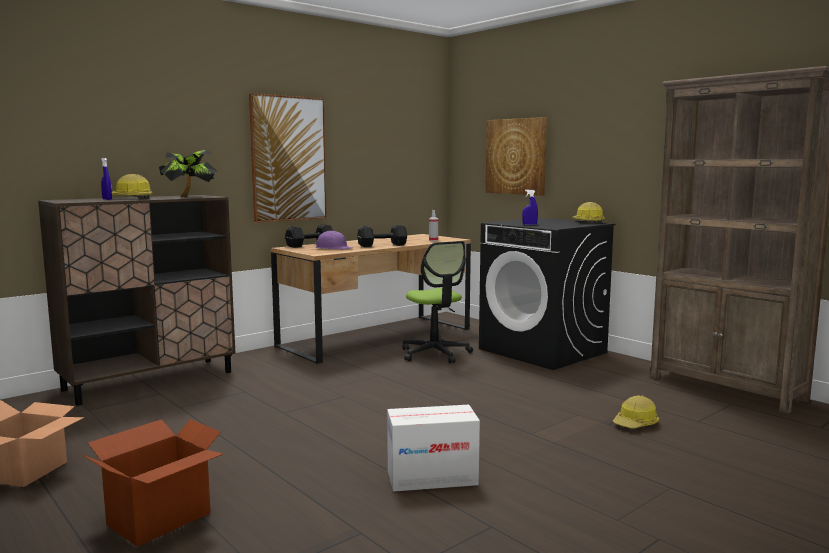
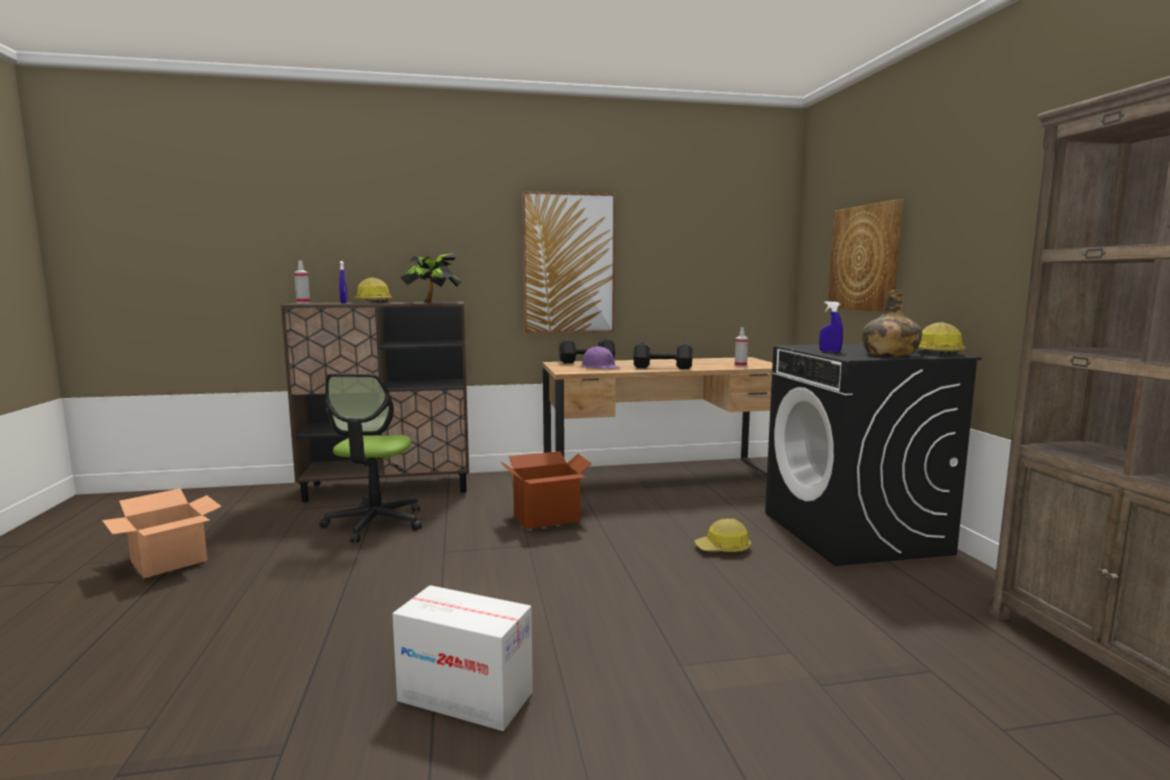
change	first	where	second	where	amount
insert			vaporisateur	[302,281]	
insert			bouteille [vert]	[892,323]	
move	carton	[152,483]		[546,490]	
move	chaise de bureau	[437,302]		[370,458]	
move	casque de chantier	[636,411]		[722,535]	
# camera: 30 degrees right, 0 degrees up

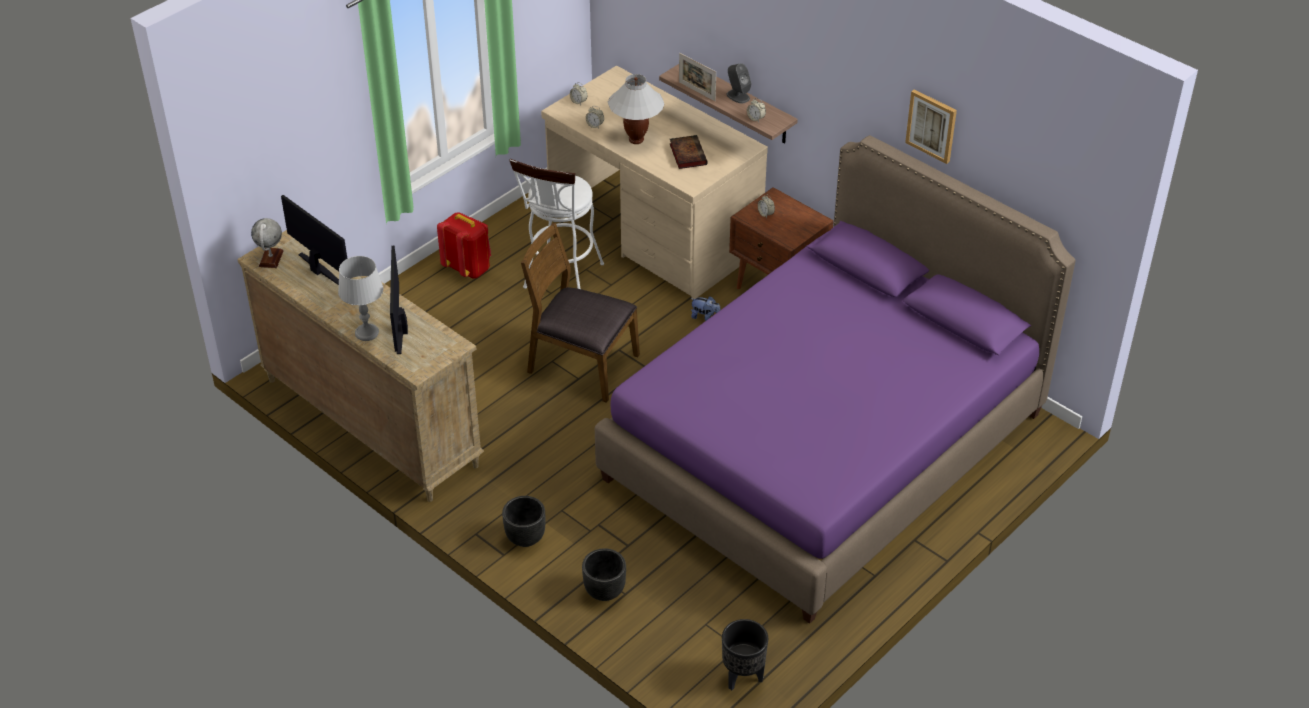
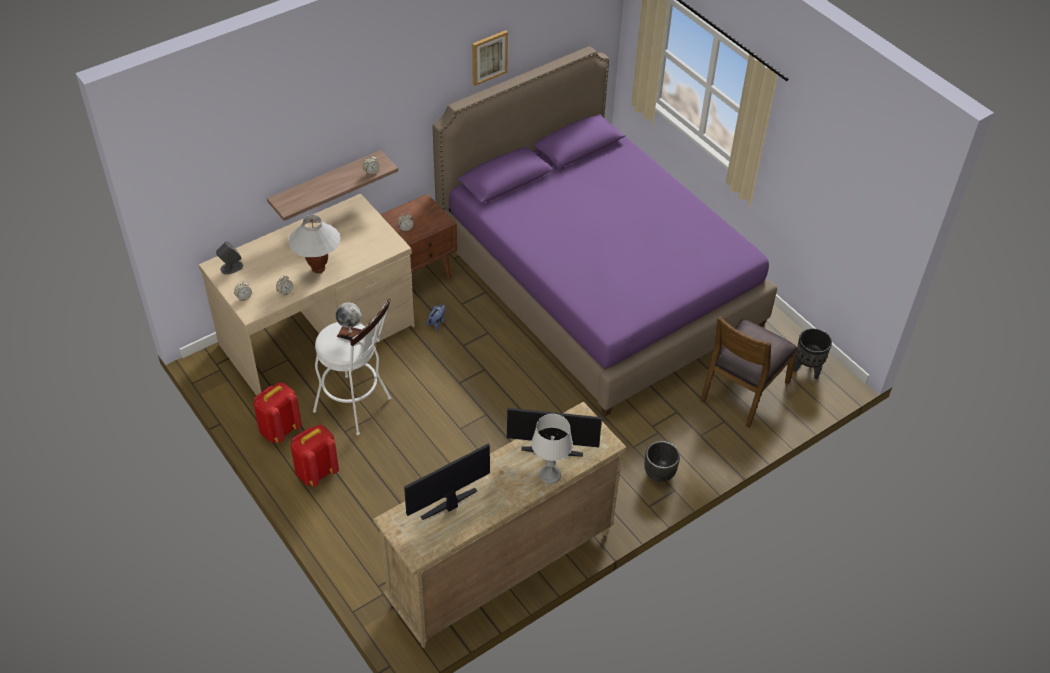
change	first	where	second	where	amount
delete	cache-pot [noir]	[604,574]			
delete	livre	[689,152]			
delete	cadre photo	[697,77]			
insert			sac à dos [rouge]	[277,412]	
move	globe	[267,243]		[349,321]	
move	chaise [marron]	[580,313]		[750,371]	
move	enceinte [gris]	[738,83]		[229,258]	
# camera: 80 degrees left, 5 degrees up

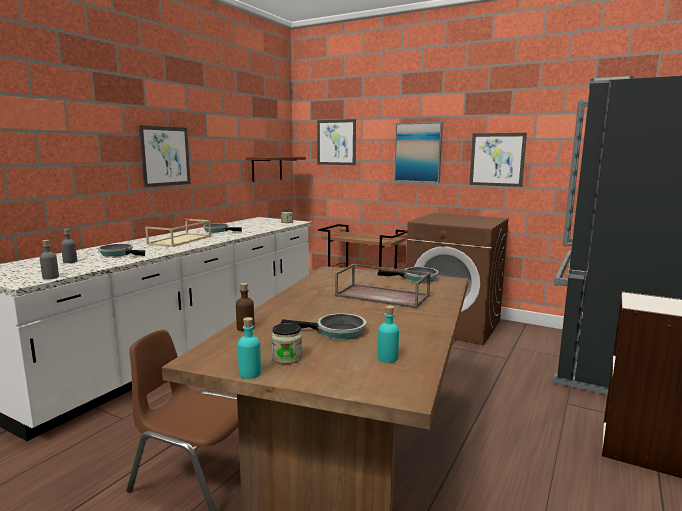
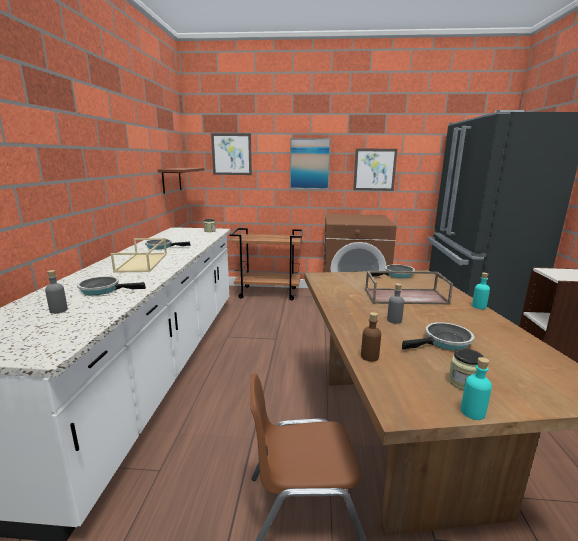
change	first	where	second	where	amount
delete	tableau	[164,156]			
move	bouteille [gris]	[49,260]		[395,303]	
move	bouteille [turquoise]	[388,334]		[481,291]	
# camera: 25 degrees left, 5 degrees up

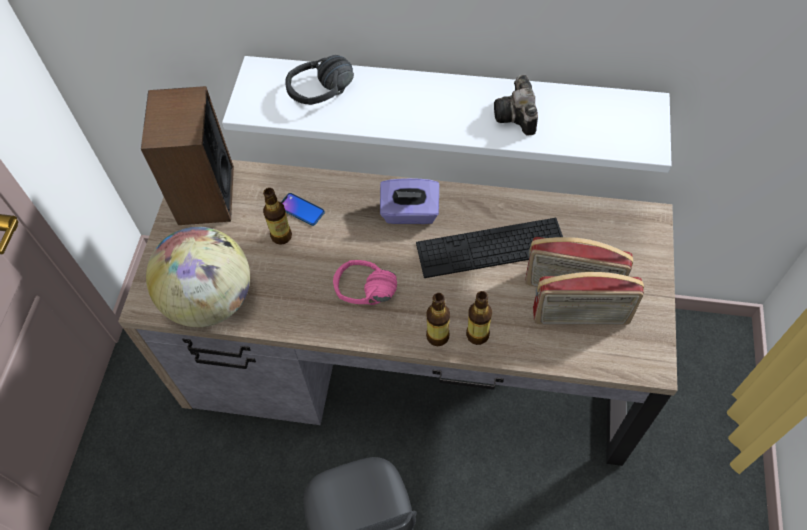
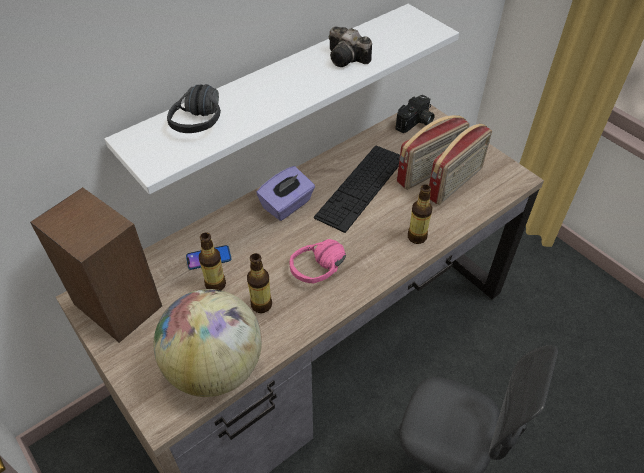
change	first	where	second	where	amount
insert			appareil photo	[415,114]	
move	bouteille	[438,319]		[259,283]	
# camera: 50 degrees left, 10 degrees down

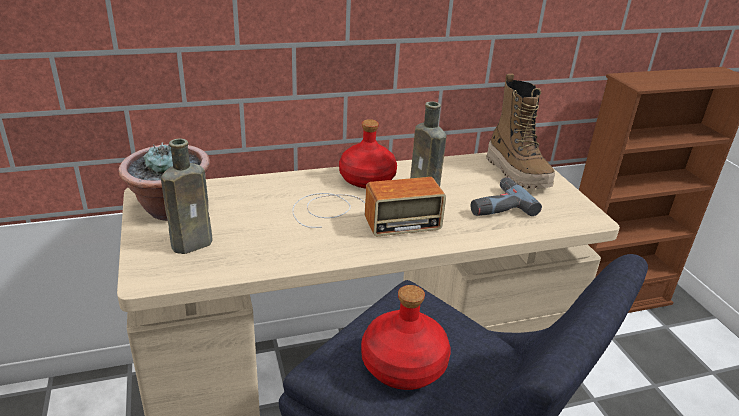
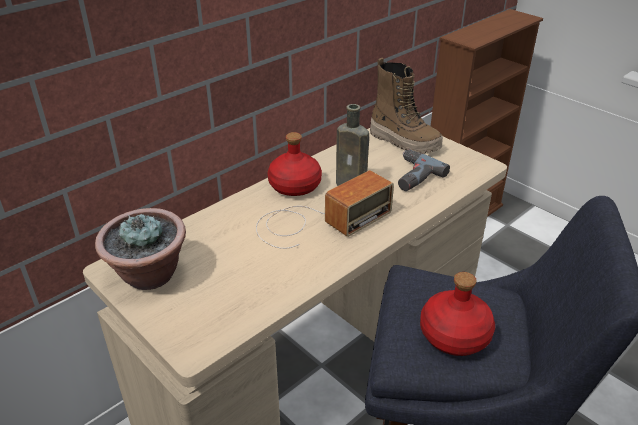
change	first	where	second	where	amount
delete	bouteille [marron]	[186,196]			
# camera: 25 degrees left, 5 degrees up

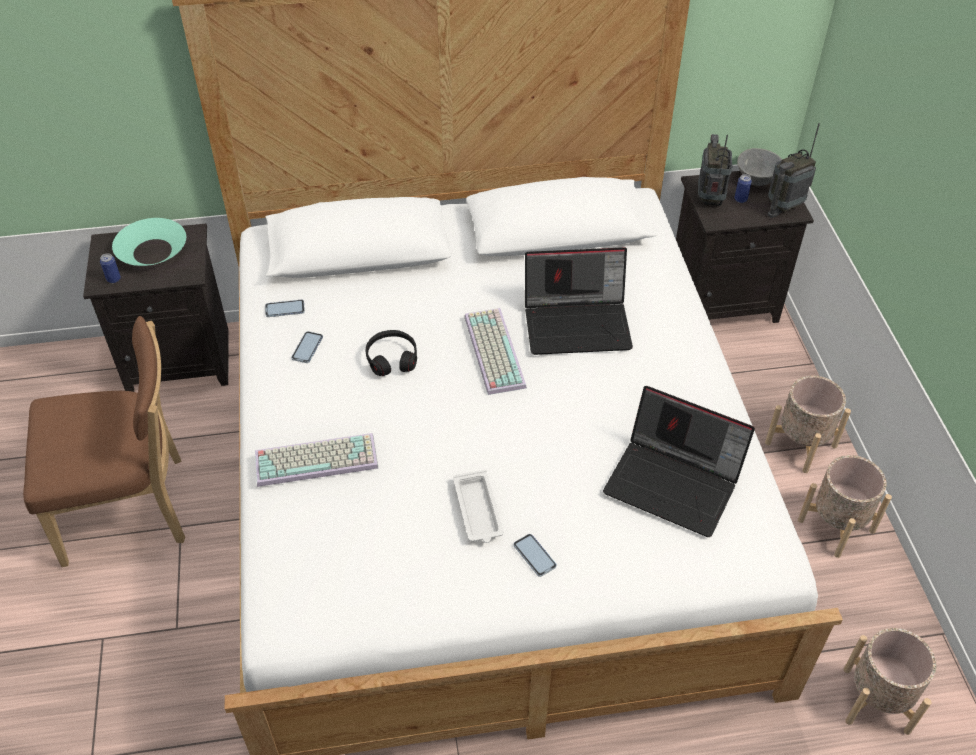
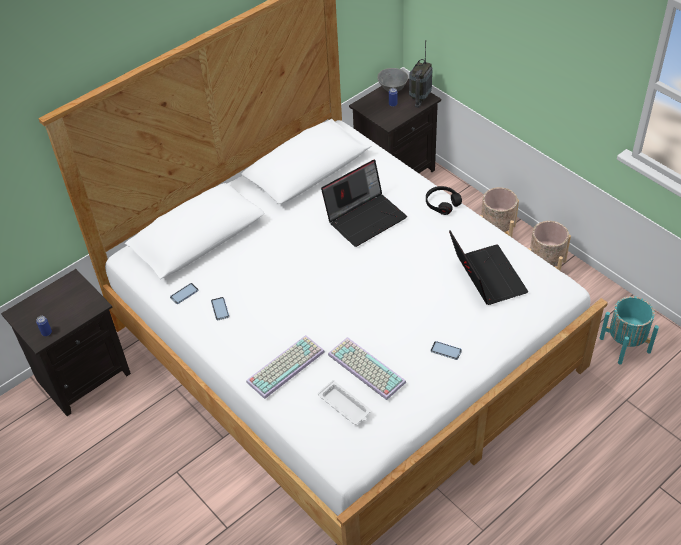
change	first	where	second	where	amount
delete	chaise [marron]	[104,441]			
delete	bol [turquoise]	[149,242]			
delete	radio	[715,170]			
move	casque audio [noir]	[391,353]		[444,200]	
move	plateau [blanc]	[478,506]		[344,402]	
move	clavier	[495,351]		[367,368]	
recolor	cache-pot [beige]	[890,681]	cache-pot [turquoise]	[629,330]	
rotate	ordinateur portable	[679,461]		[488,267]	105 degrees counterclockwise
# camera: 30 degrees left, 0 degrees up

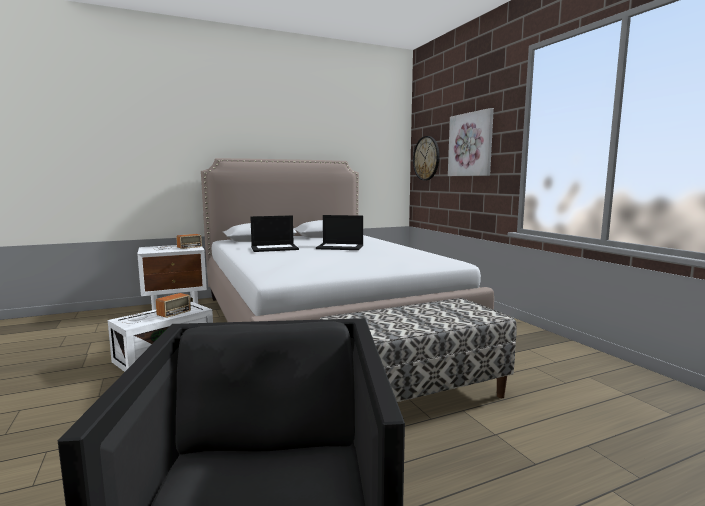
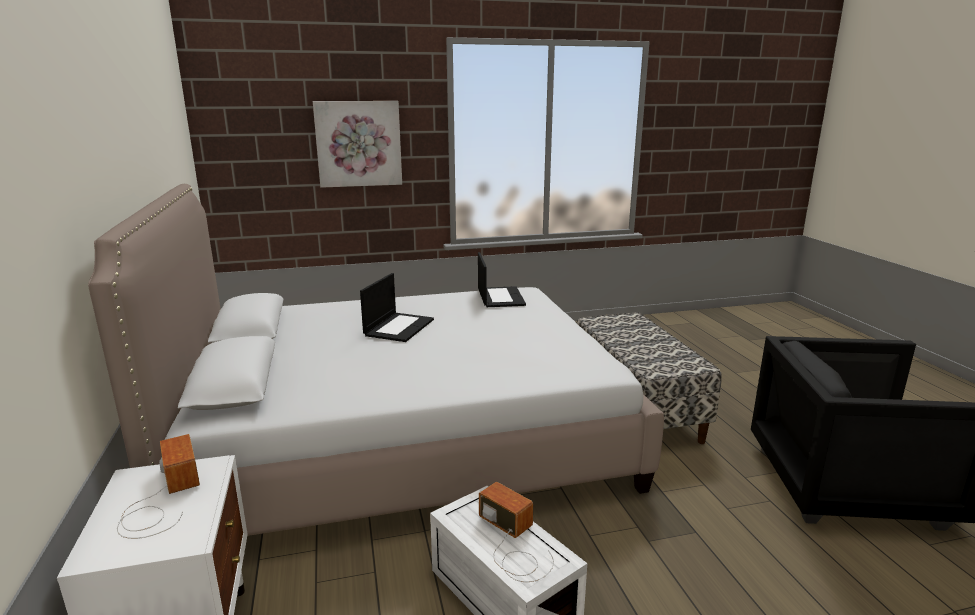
change	first	where	second	where	amount
delete	horloge murale	[426,158]			
move	ordinateur portable	[274,233]		[502,279]	
# camera: 80 degrees left, 10 degrees up

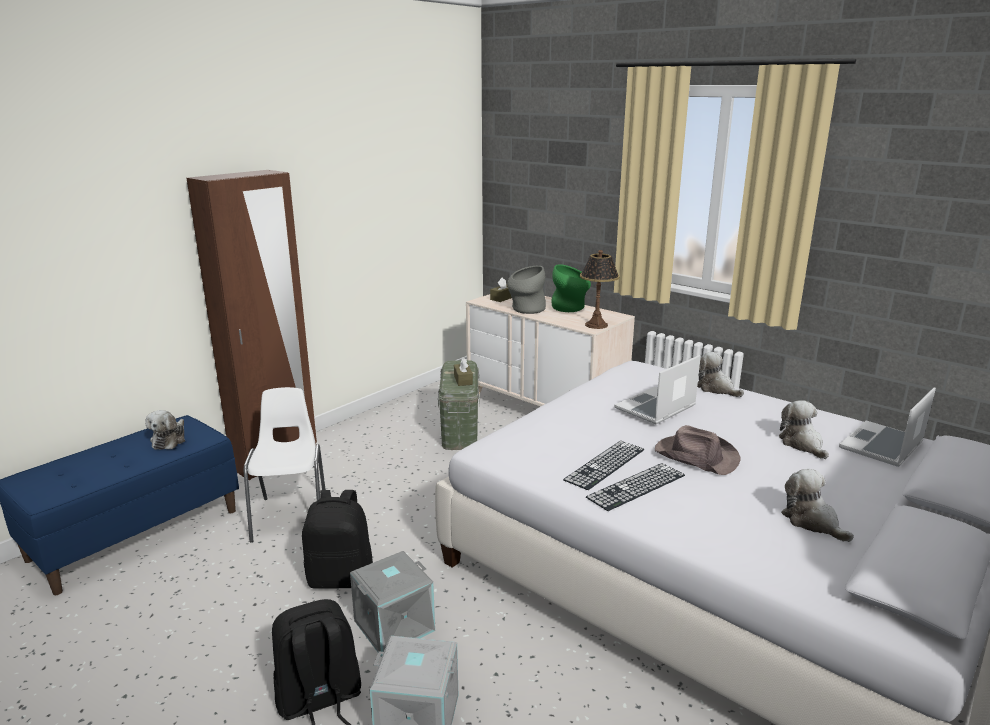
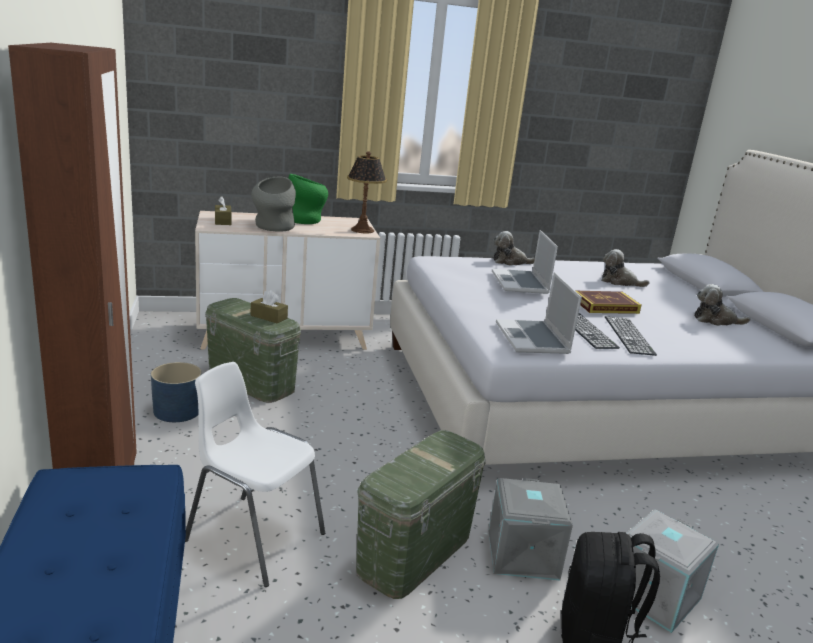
change	first	where	second	where	amount
delete	peluche	[165,430]			
insert			cache-pot [bleu]	[176,392]	
move	ordinateur portable	[887,427]		[539,313]	
replace	sac à dos [noir]	[337,539]	boîte de rangement [vert]	[421,514]	
replace	chapeau [marron]	[698,450]	livre	[609,302]	
# camera: 55 degrees left, 0 degrees up

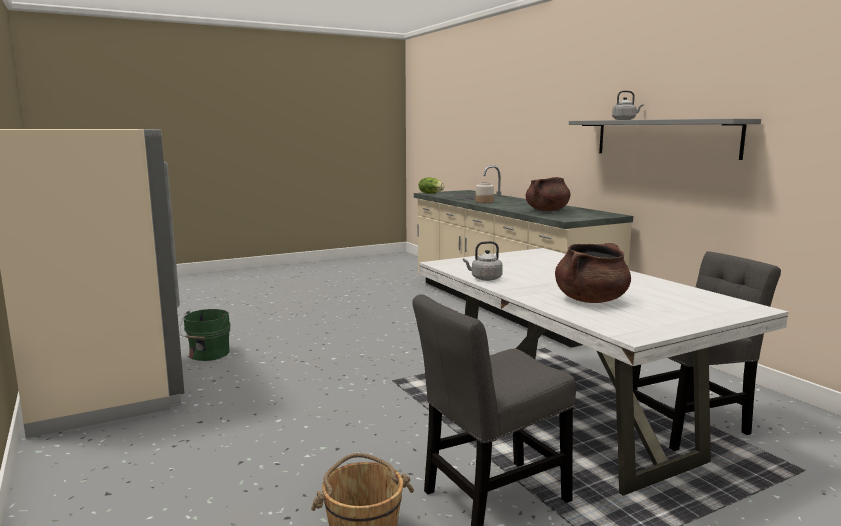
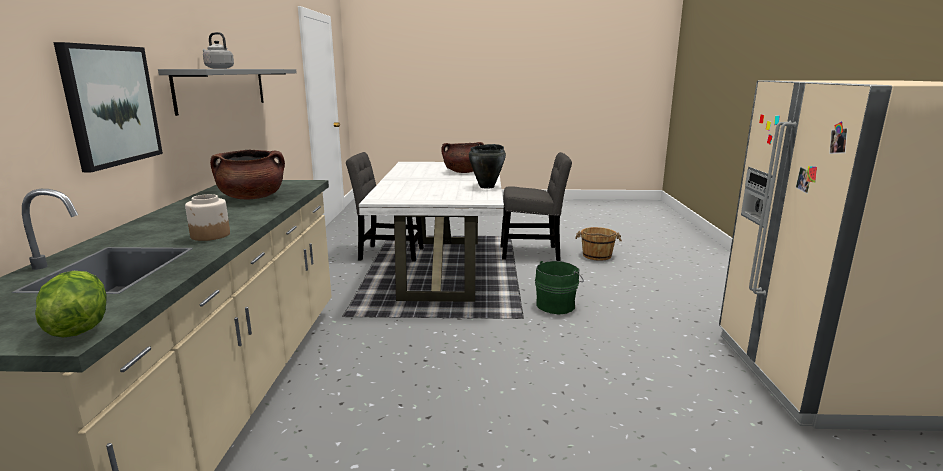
change	first	where	second	where	amount
insert			tableau	[108,107]	
move	seau [vert]	[205,335]		[559,288]	
replace	bouilloire [gris]	[483,261]	marmite [noir]	[487,166]	
# camera: 150 degrees left, 5 degrees up

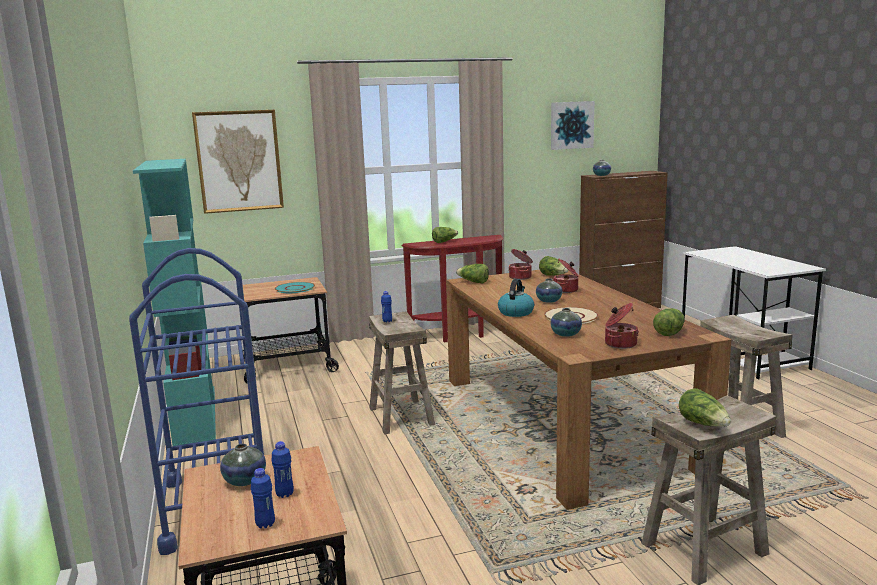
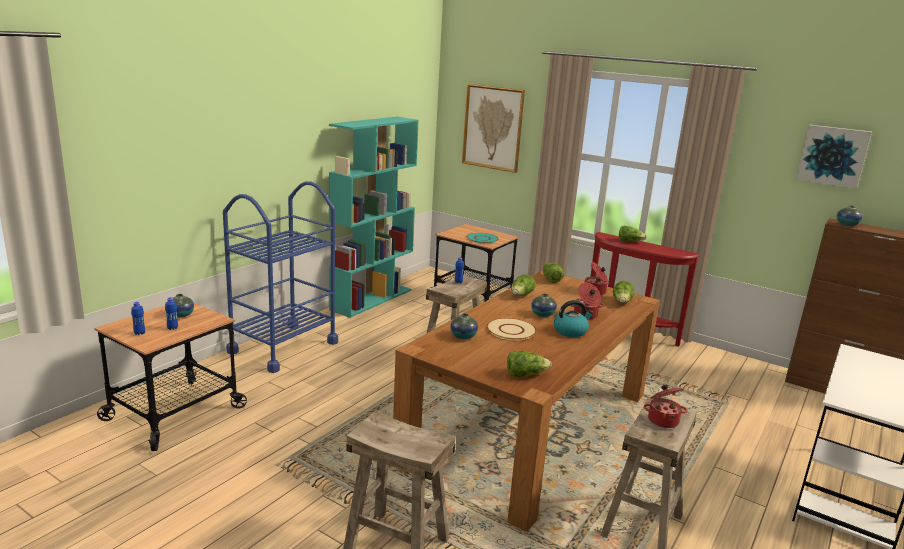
change	first	where	second	where	amount
move	bouilloire	[516,298]		[573,318]	
move	marmite	[622,326]		[665,406]	
move	laitue	[705,407]		[523,285]	
# camera: 50 degrees right, 5 degrees up

